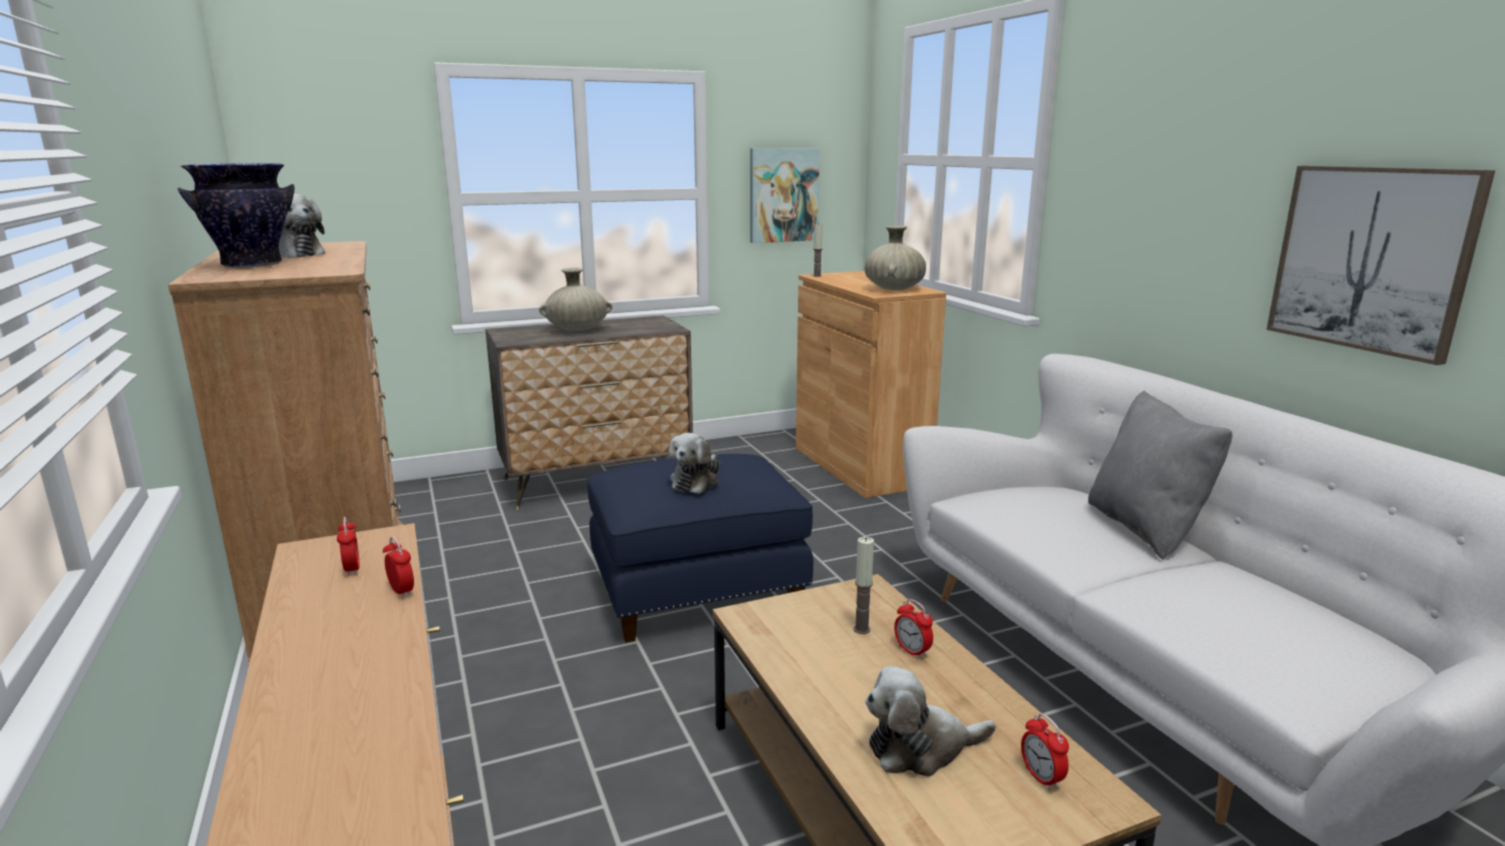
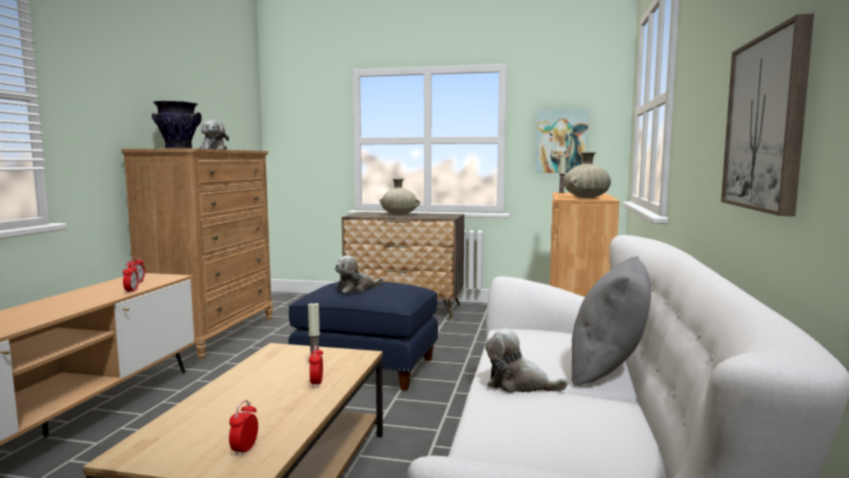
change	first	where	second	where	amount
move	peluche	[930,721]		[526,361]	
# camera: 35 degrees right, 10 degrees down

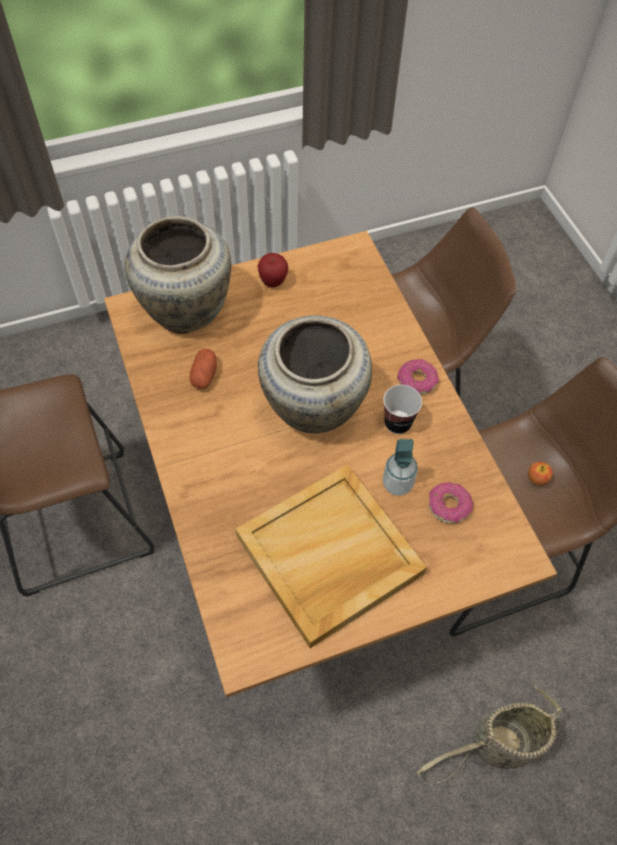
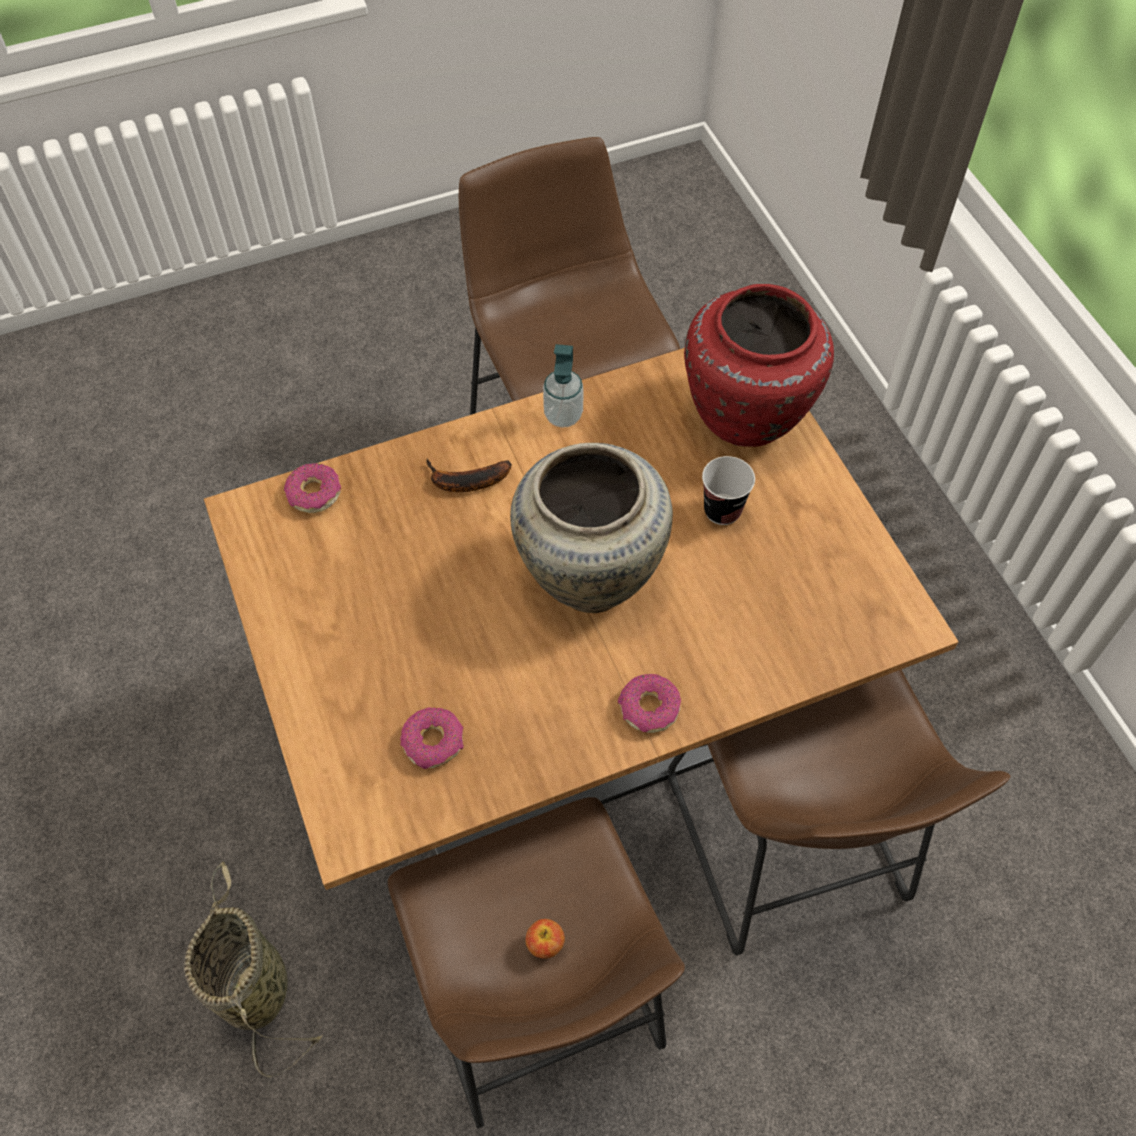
change	first	where	second	where	amount
delete	pomme de terre	[203,368]			
delete	plateau [beige]	[331,556]			
delete	pomme	[273,270]			
insert			beignet	[312,488]	
insert			banane	[469,475]	
move	tasse	[402,409]		[728,490]	
move	distributeur de savon	[400,467]		[563,386]	
recolor	vase [beige]	[178,275]	vase [rouge]	[759,365]	
# camera: 90 degrees right, 0 degrees up

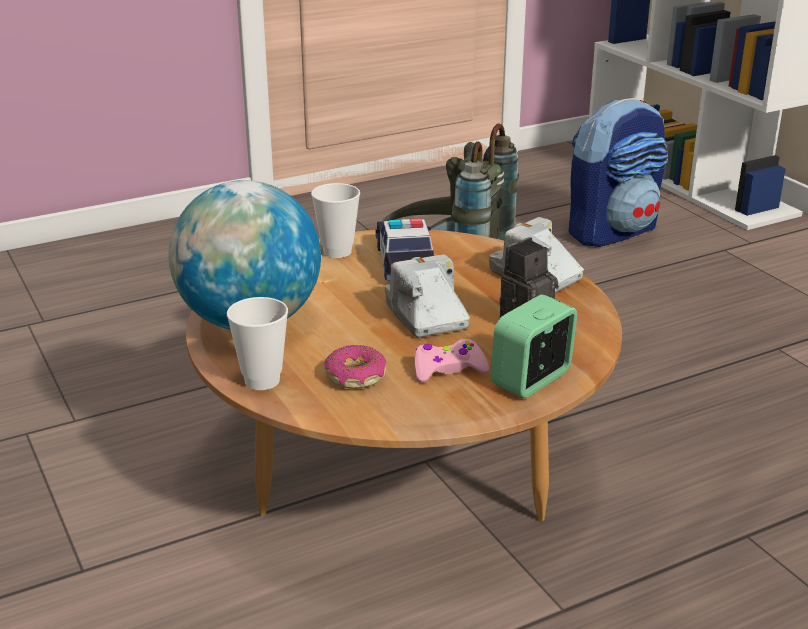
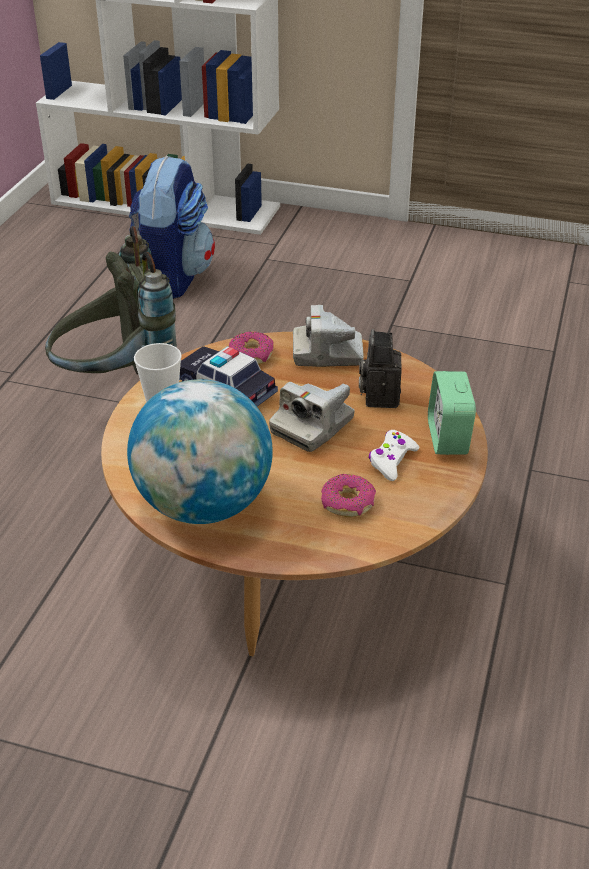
change	first	where	second	where	amount
delete	tasse	[257,343]			
insert			beignet	[251,348]	
recolor	manette [rose]	[451,361]	manette [blanc]	[393,455]	
rotate	appareil photo	[427,296]		[312,417]	75 degrees counterclockwise
# camera: 45 degrees left, 10 degrees up

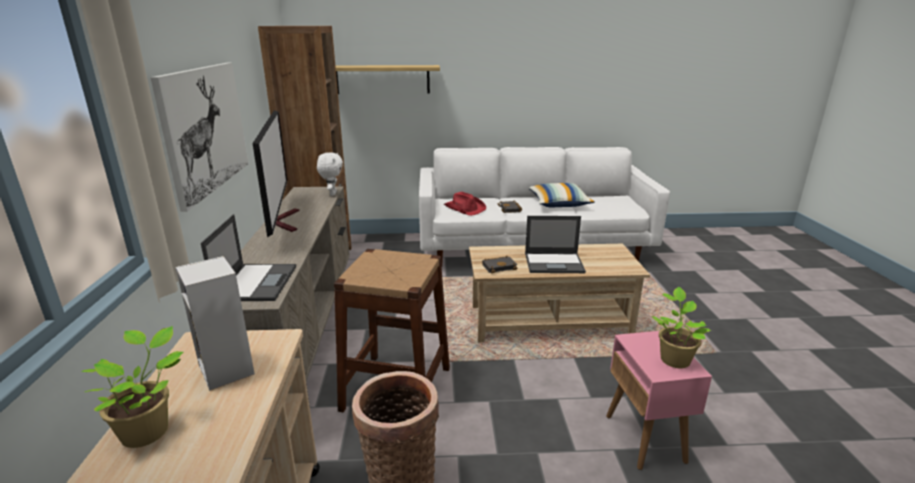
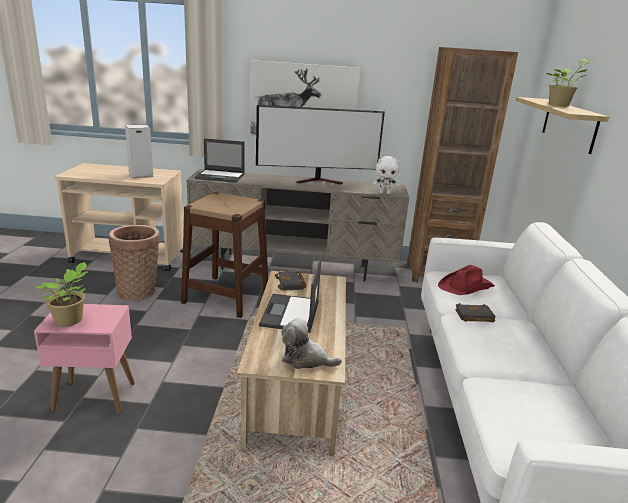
change	first	where	second	where	amount
delete	coussin	[562,195]			
insert			peluche	[311,343]	
move	plante en pot	[132,387]		[570,82]	
# camera: 95 degrees right, 0 degrees up

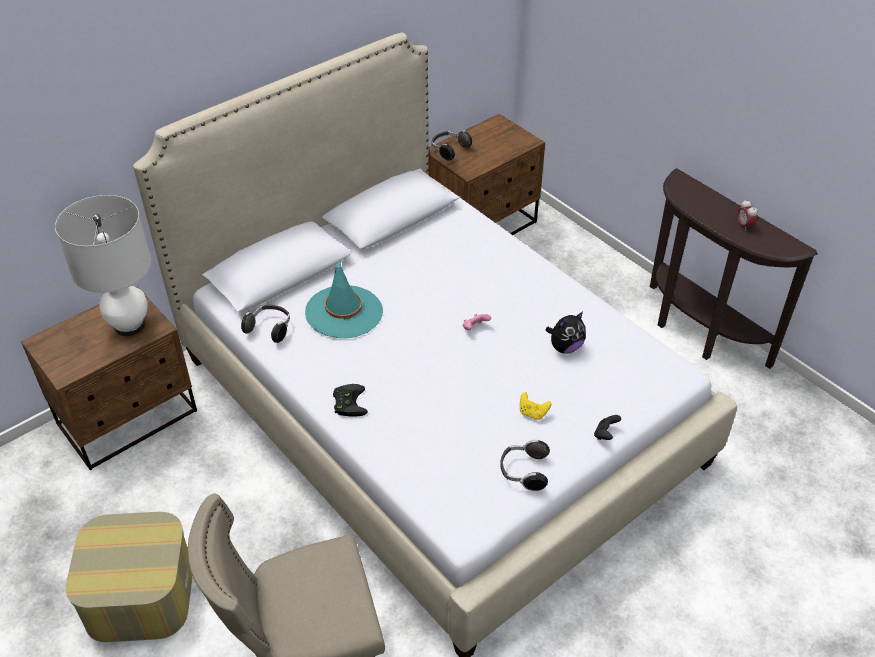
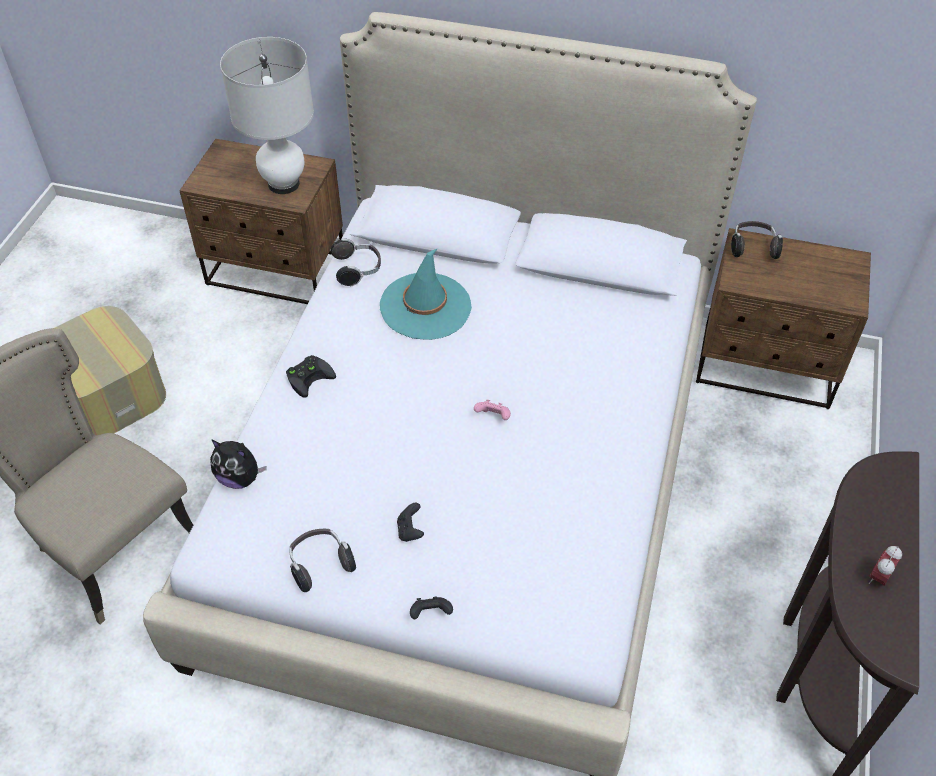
change	first	where	second	where	amount
move	peluche	[566,333]		[238,464]	
recolor	manette [jaune]	[535,406]	manette [noir]	[410,522]	
# camera: 55 degrees right, 5 degrees up

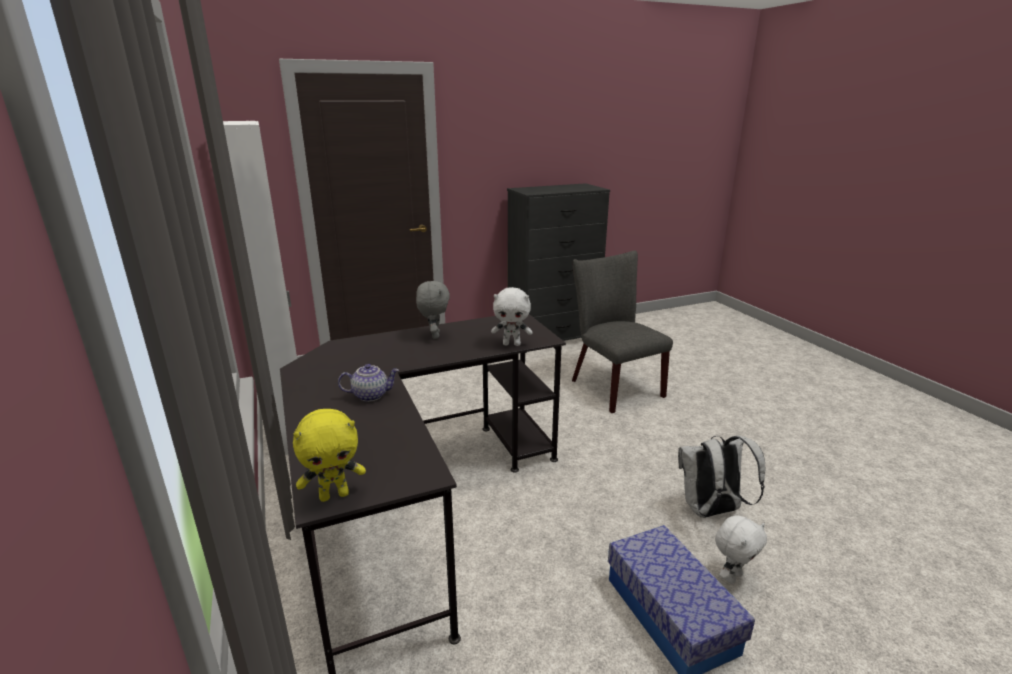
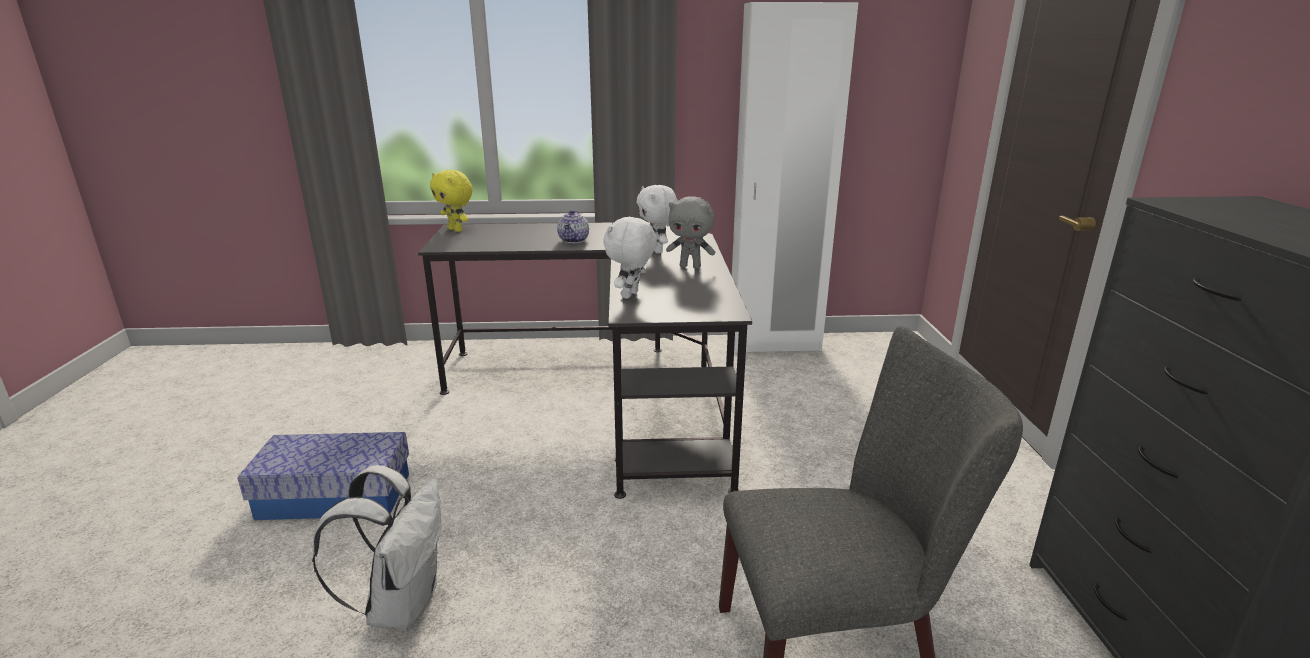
change	first	where	second	where	amount
move	peluche [blanc]	[741,549]		[657,219]	
rotate	peluche [jaune]	[329,455]		[451,201]	45 degrees counterclockwise
# camera: 110 degrees right, 0 degrees up

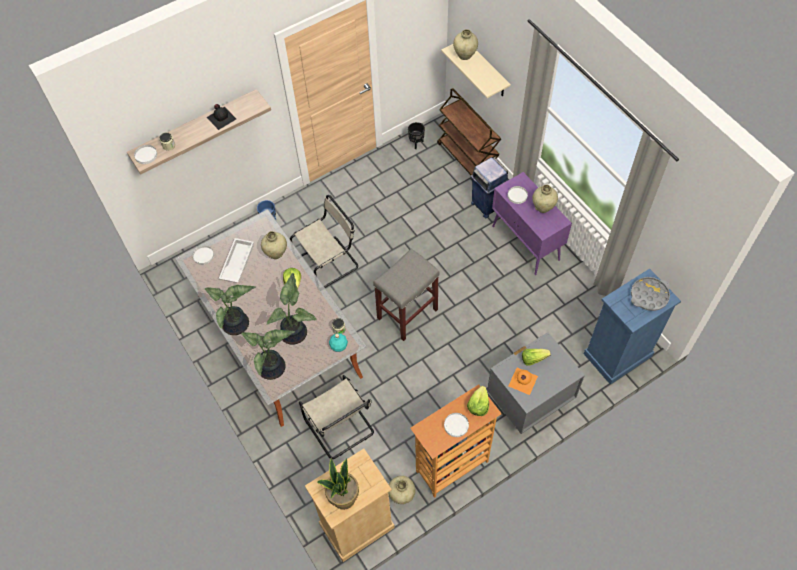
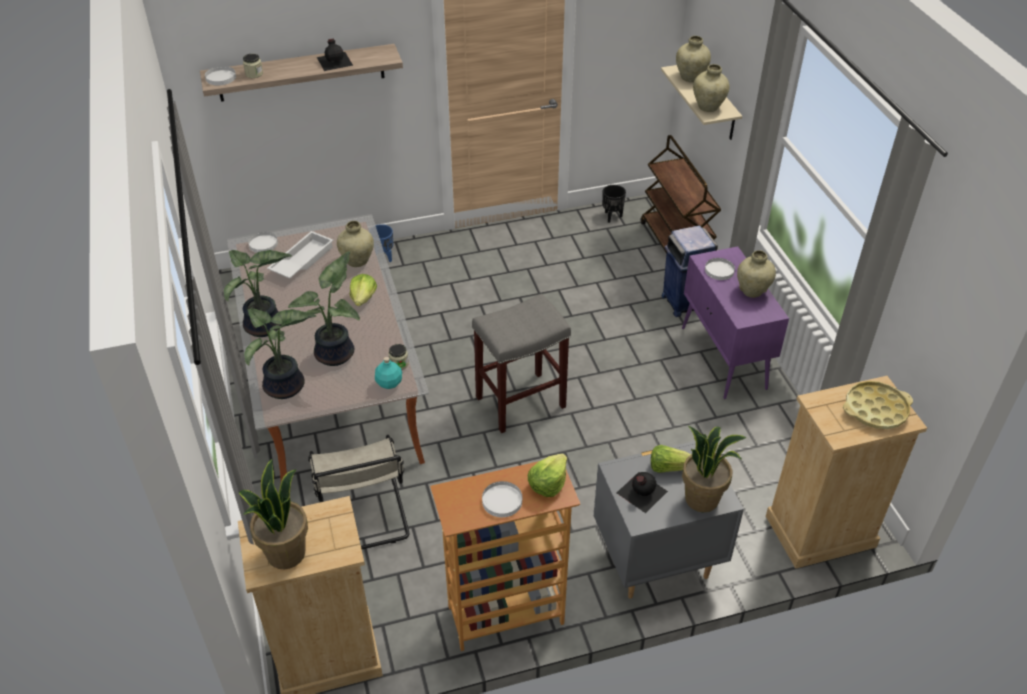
change	first	where	second	where	amount
delete	chaise [beige]	[324,241]			
insert			plante en pot	[714,469]	
move	vase [beige]	[402,490]		[711,88]	
recolor	bouteille [orange]	[523,381]	bouteille [noir]	[642,492]	
recolor	commode [bleu]	[632,326]	commode [beige]	[846,472]	
recolor	plateau [gris]	[650,294]	plateau [jaune]	[878,405]	
# camera: 15 degrees right, 15 degrees down

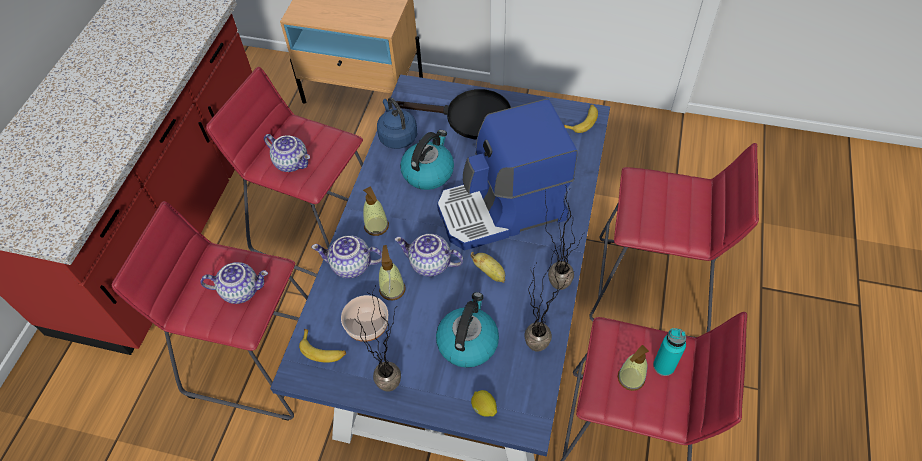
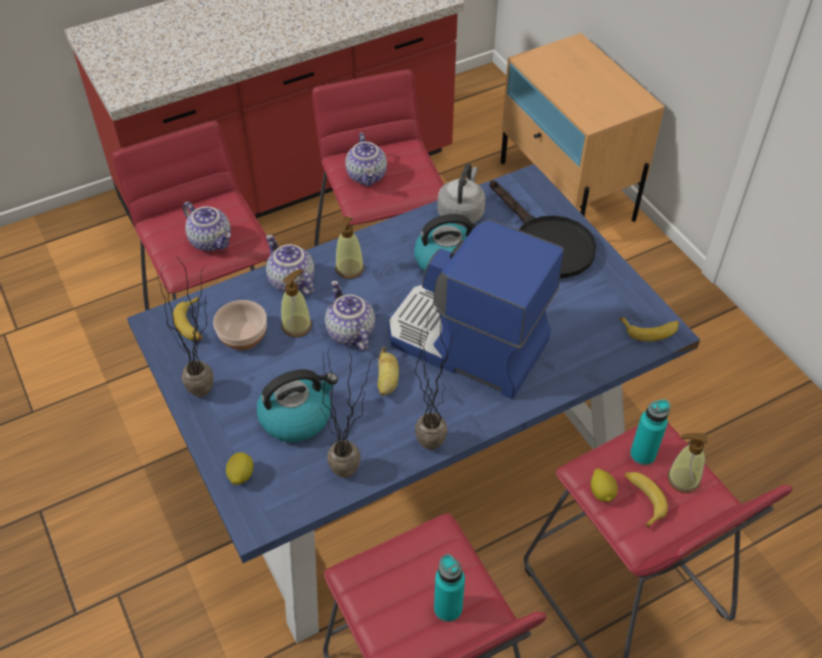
change	first	where	second	where	amount
insert			citron	[604,485]	
insert			banane	[646,500]	
insert			bouteille [turquoise]	[650,432]	
move	distributeur de savon	[633,368]		[687,463]	
recolor	bouilloire [bleu]	[397,123]	bouilloire [gris]	[461,195]	
# camera: 45 degrees right, 5 degrees down

